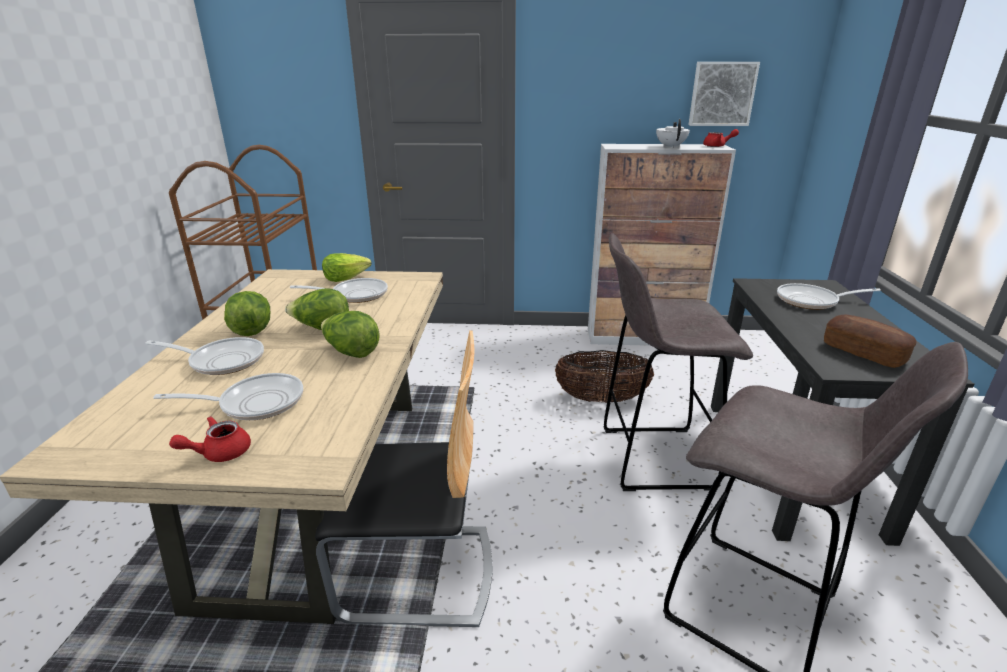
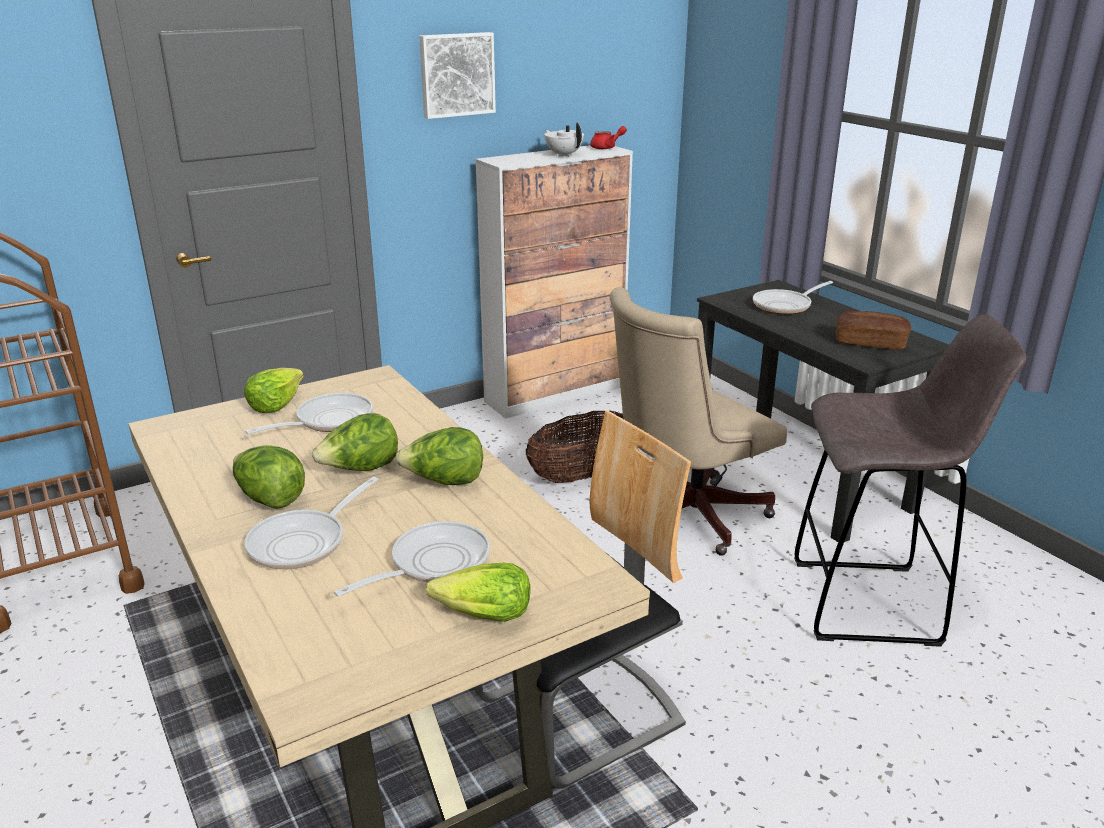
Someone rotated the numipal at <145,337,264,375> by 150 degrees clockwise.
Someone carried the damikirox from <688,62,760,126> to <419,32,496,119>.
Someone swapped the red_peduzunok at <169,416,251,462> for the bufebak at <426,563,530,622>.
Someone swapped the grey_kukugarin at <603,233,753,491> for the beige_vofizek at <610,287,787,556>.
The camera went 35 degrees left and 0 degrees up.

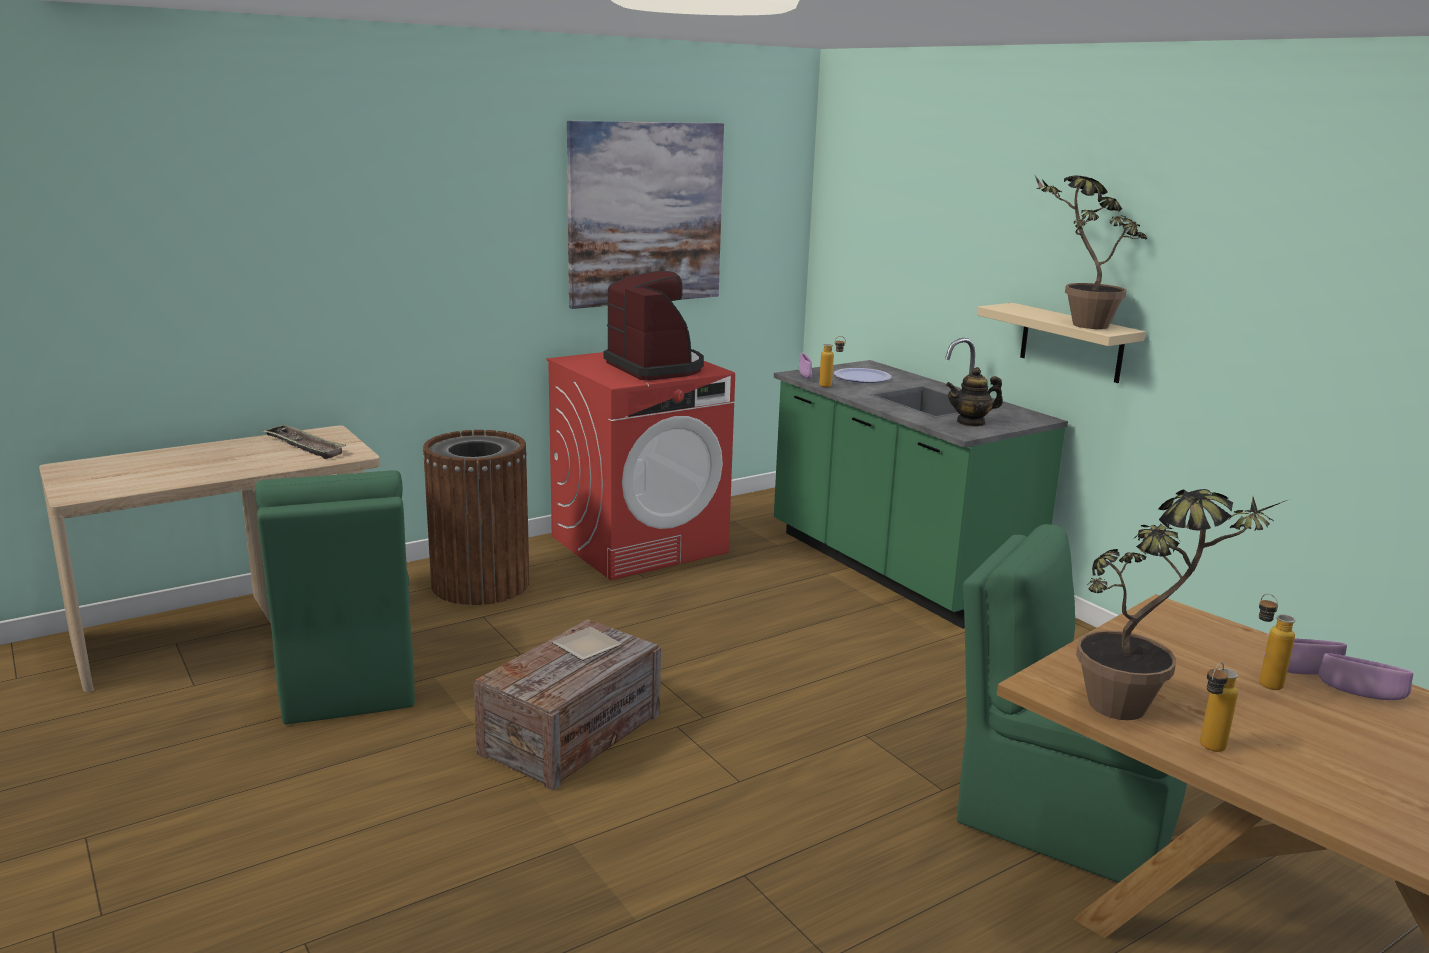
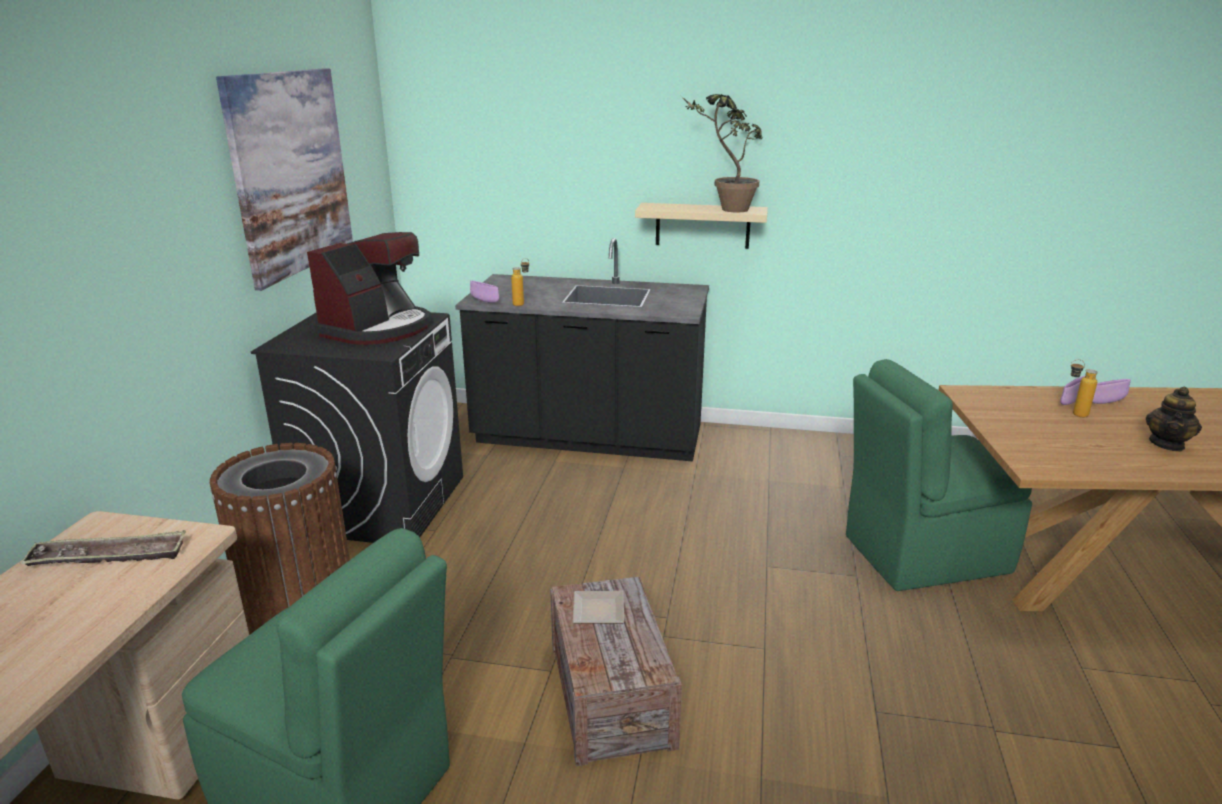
Someone repainted the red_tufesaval at <546,352,735,580>, which became the black_tufesaval at <251,312,463,543>.
Someone rotated the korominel at <604,271,704,381> by 105 degrees clockwise.
Someone repainted the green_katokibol at <774,338,1068,629>, which became the black_katokibol at <455,238,709,461>.
Someone carried the peduzunok from <946,367,1003,427> to <1146,387,1202,451>.
Someone took away the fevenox at <834,368,892,383>.
Someone took away the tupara at <1076,489,1287,720>.
Someone took away the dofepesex at <1200,662,1238,752>.
The camera went 45 degrees left and 5 degrees up.

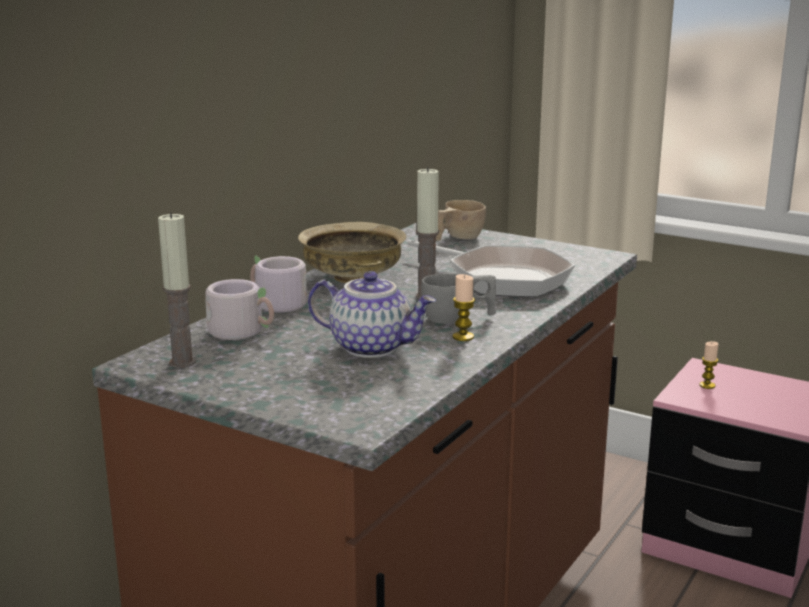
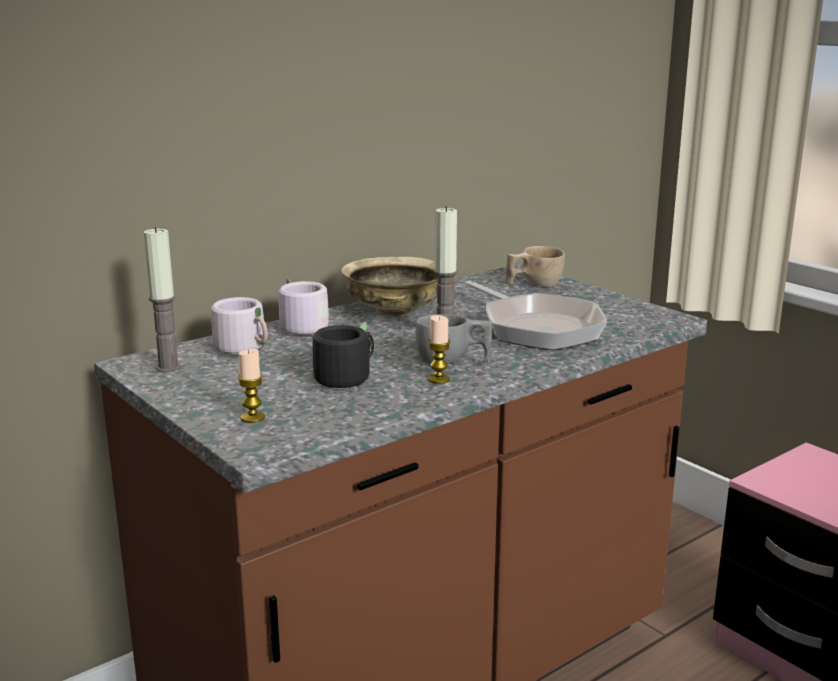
Someone carried the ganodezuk from <699,341,719,389> to <238,349,265,423>.
Someone swapped the peduzunok at <308,271,436,358> for the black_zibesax at <296,322,374,388>.
The camera went 20 degrees right and 0 degrees up.

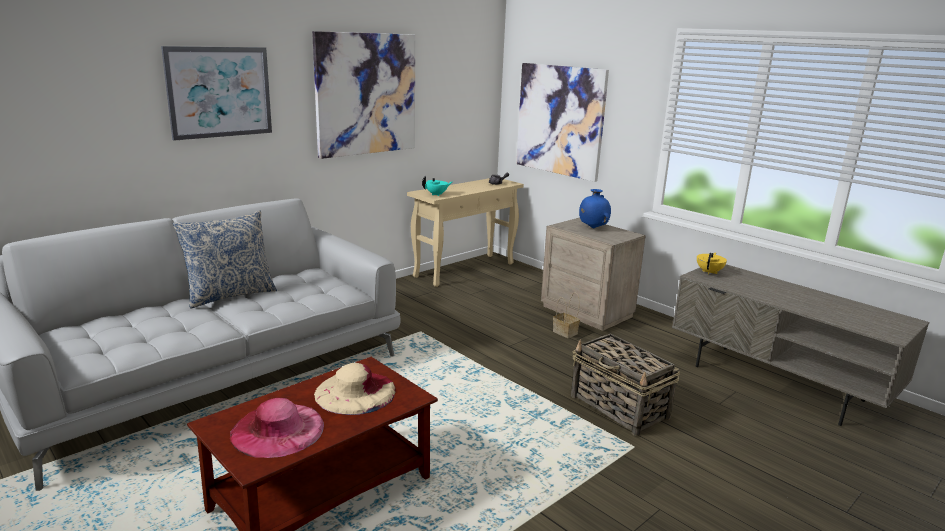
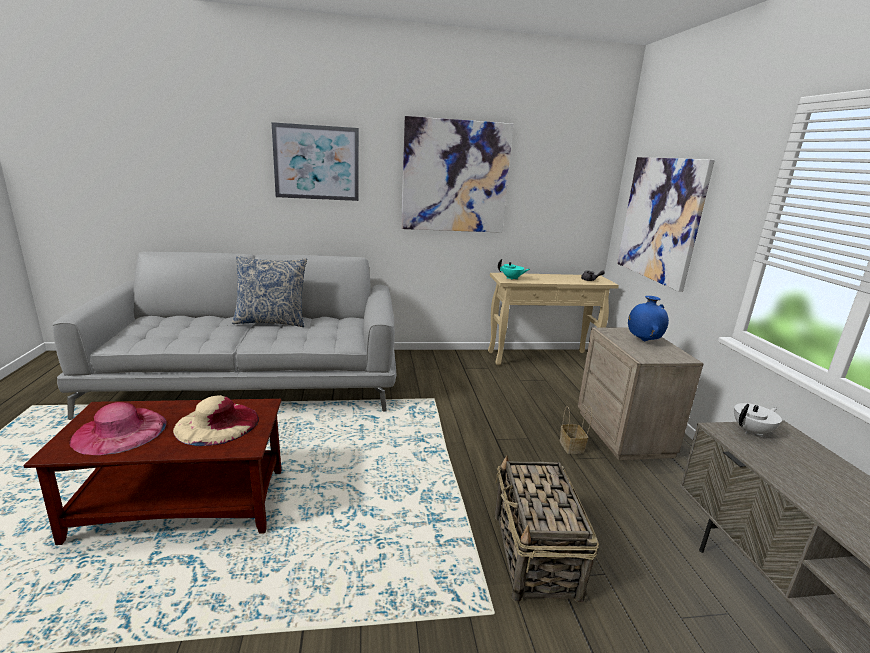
Someone repainted the yellow_peduzunok at <697,252,727,274>, which became the white_peduzunok at <734,403,782,437>.
The camera went 35 degrees right and 0 degrees up.

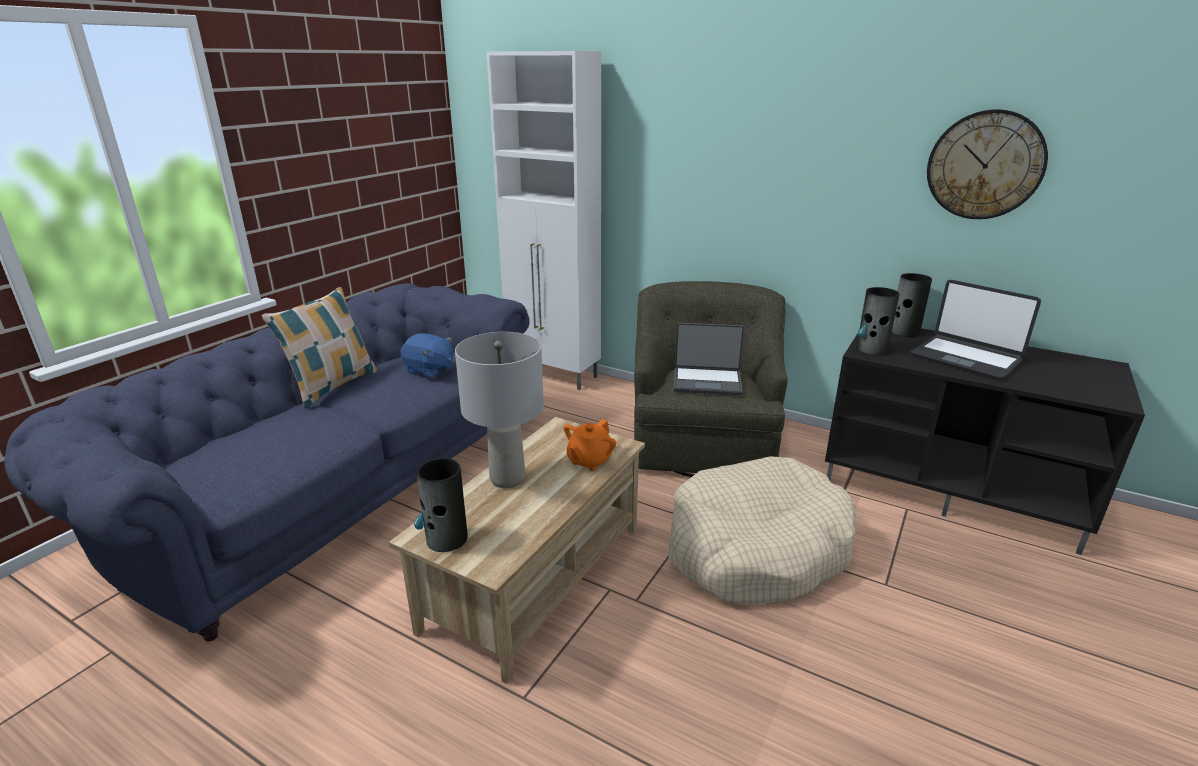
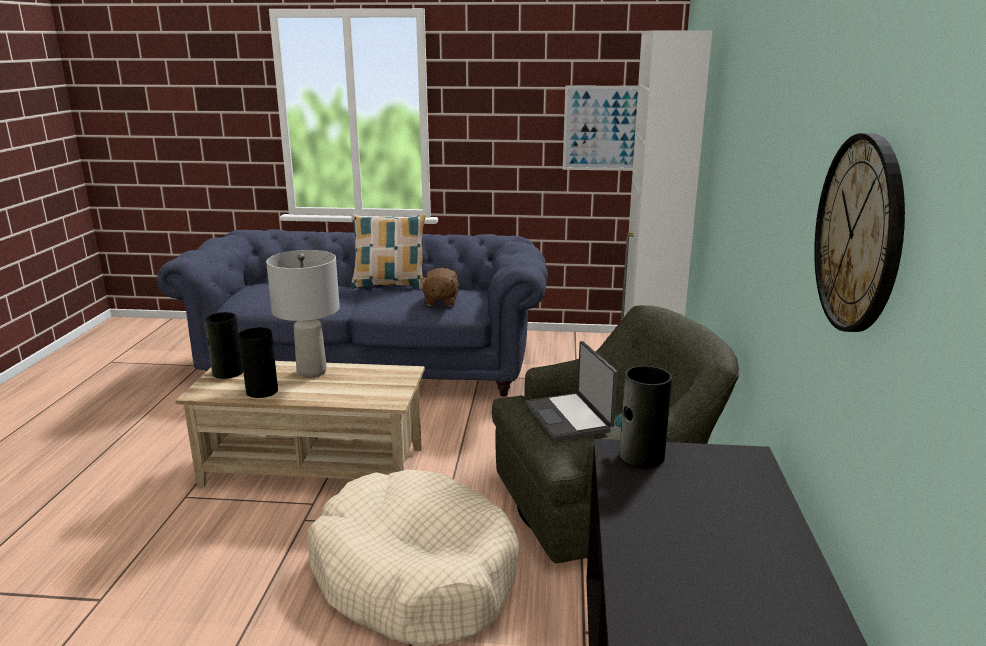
Someone carried the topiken from <892,273,932,337> to <239,327,278,398>.
Someone repainted the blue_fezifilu at <401,333,453,379>, which became the brown_fezifilu at <420,268,459,306>.
Someone put up the damikirox at <563,85,638,171>.
Someone took away the orange_peduzunok at <564,419,616,471>.
Someone took away the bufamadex at <911,280,1041,380>.
The camera went 65 degrees right and 5 degrees down.

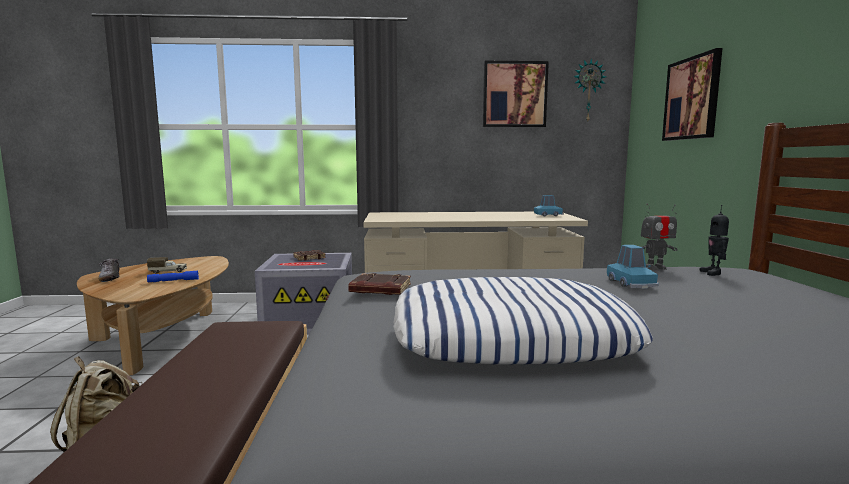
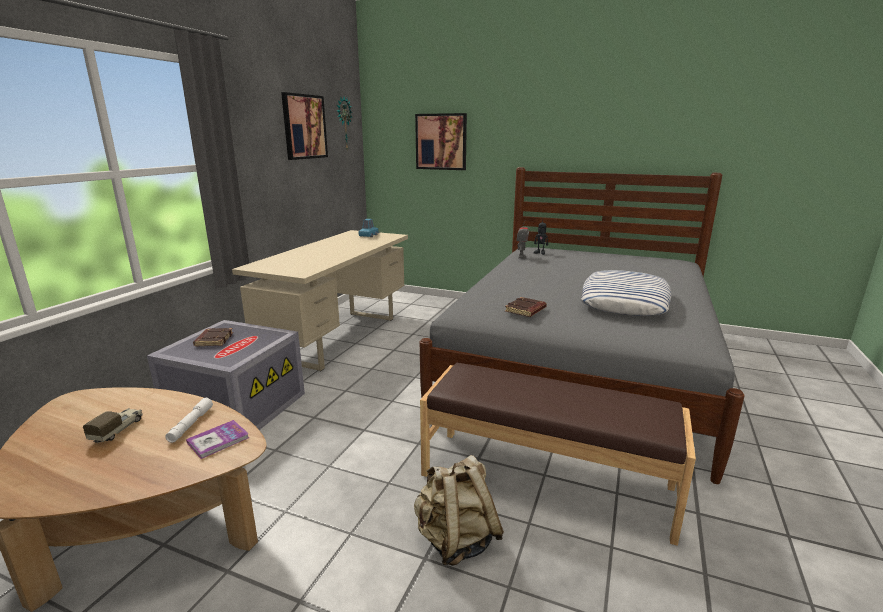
Someone repainted the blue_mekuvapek at <147,271,199,282>, which became the white_mekuvapek at <165,398,213,443>.
Someone put down the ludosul at <186,420,249,459>.
Someone took away the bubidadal at <98,258,120,282>.
Someone took away the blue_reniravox at <607,245,659,289>.
The camera went 65 degrees left and 10 degrees up.

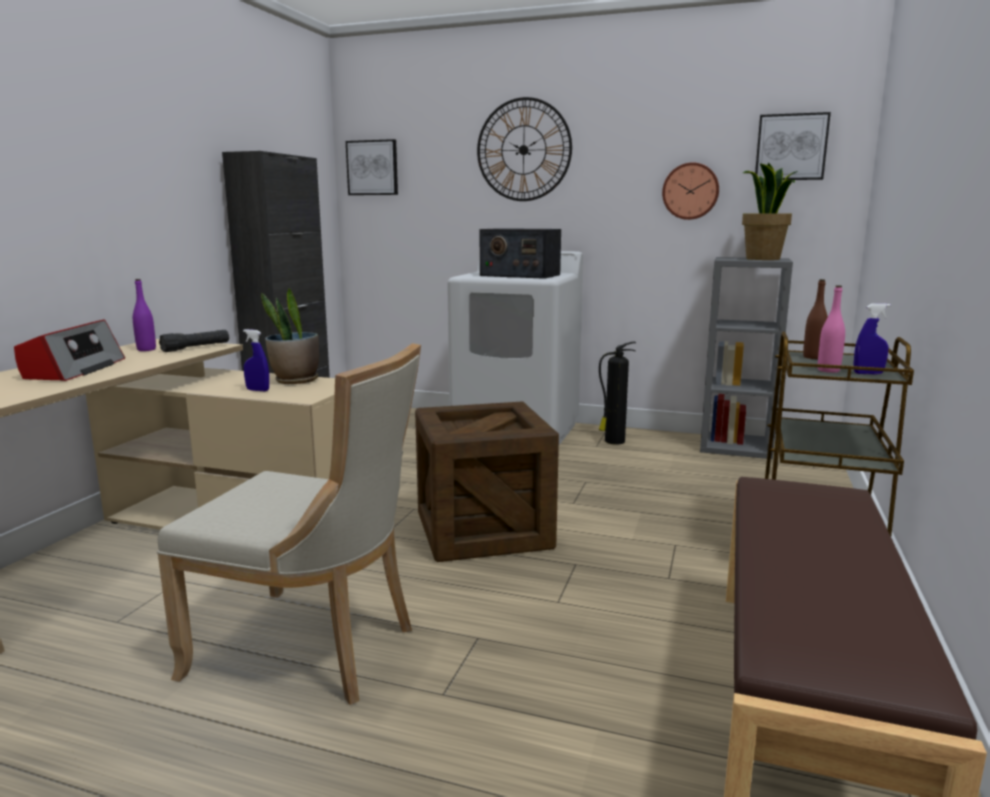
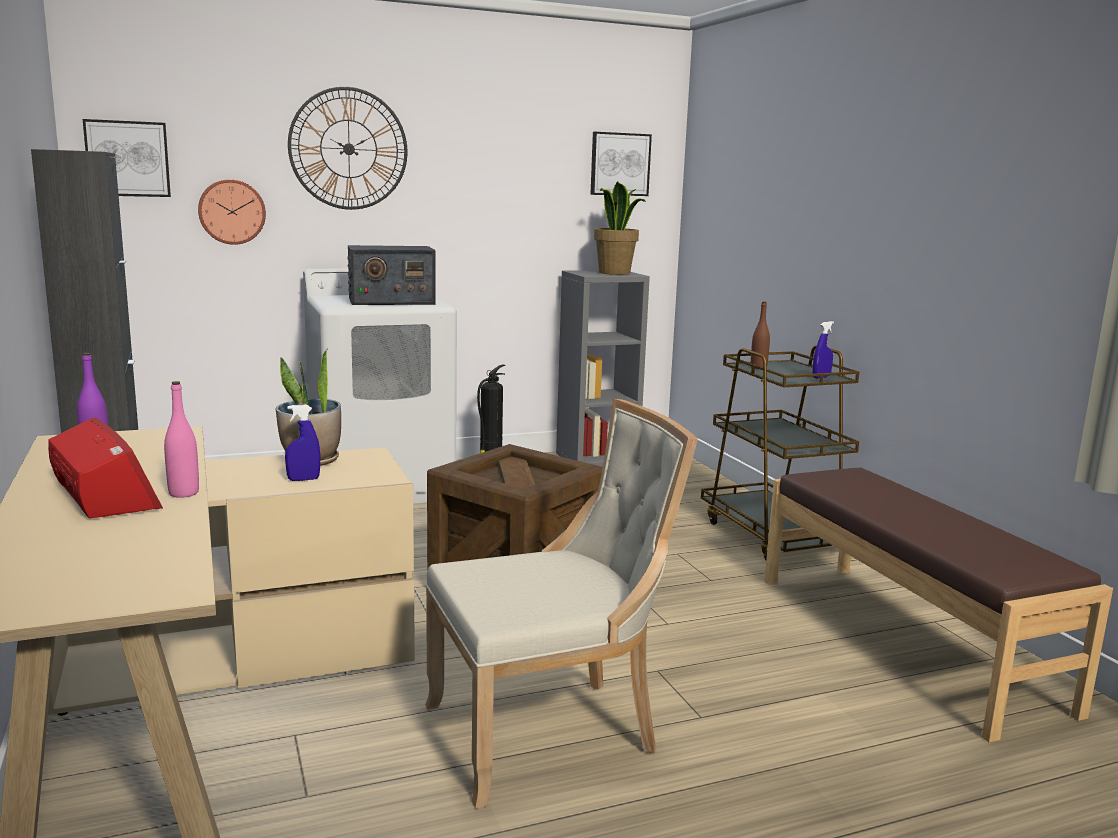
Someone carried the pink_dofepesex from <818,285,845,373> to <164,381,199,498>.
Someone carried the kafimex from <662,162,719,220> to <198,179,266,245>.
Someone took away the black_mekuvapek at <159,330,229,352>.
The camera went 40 degrees left and 0 degrees up.

